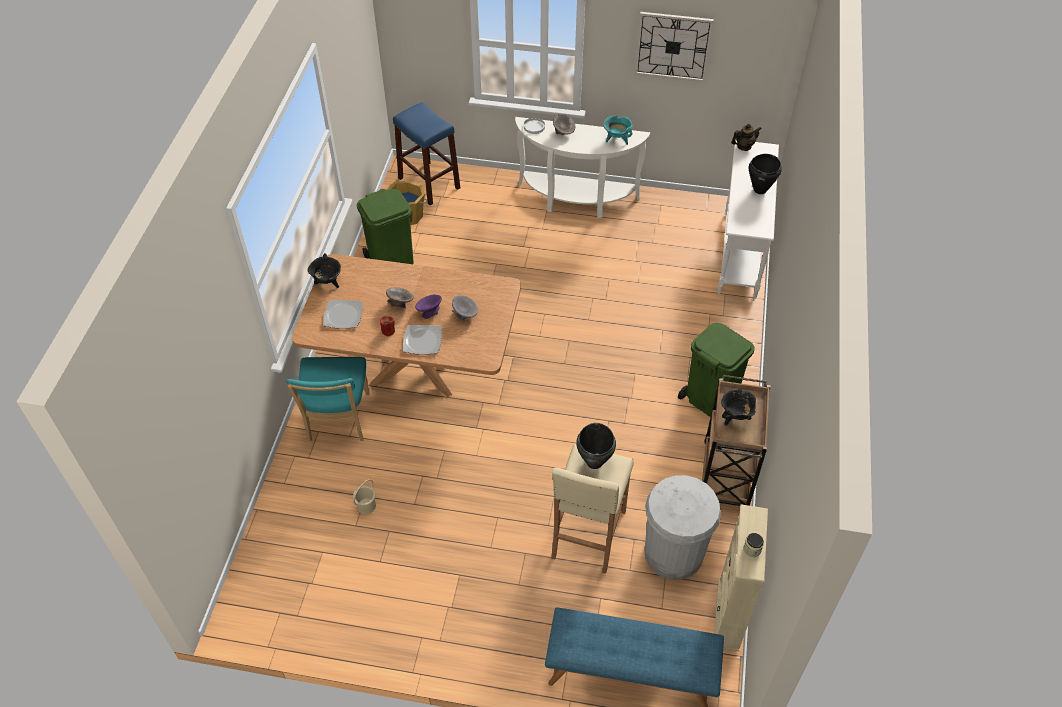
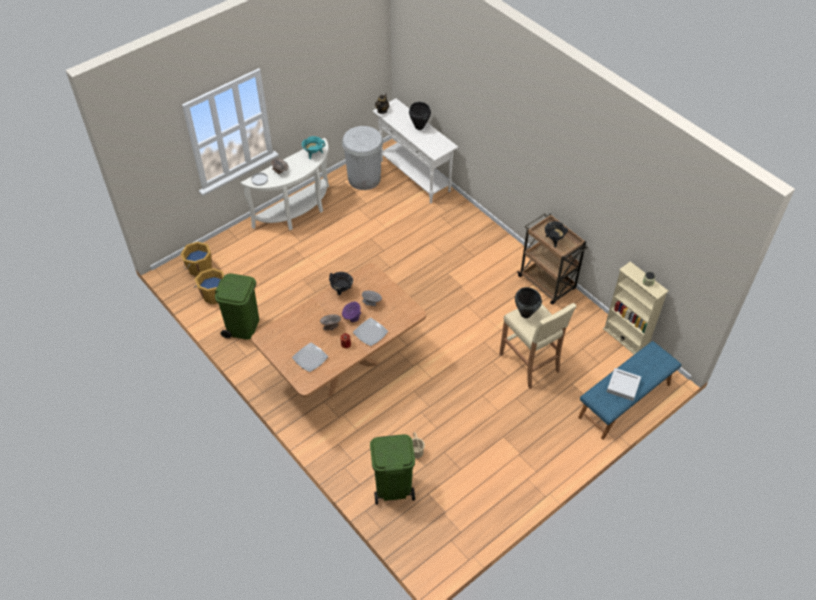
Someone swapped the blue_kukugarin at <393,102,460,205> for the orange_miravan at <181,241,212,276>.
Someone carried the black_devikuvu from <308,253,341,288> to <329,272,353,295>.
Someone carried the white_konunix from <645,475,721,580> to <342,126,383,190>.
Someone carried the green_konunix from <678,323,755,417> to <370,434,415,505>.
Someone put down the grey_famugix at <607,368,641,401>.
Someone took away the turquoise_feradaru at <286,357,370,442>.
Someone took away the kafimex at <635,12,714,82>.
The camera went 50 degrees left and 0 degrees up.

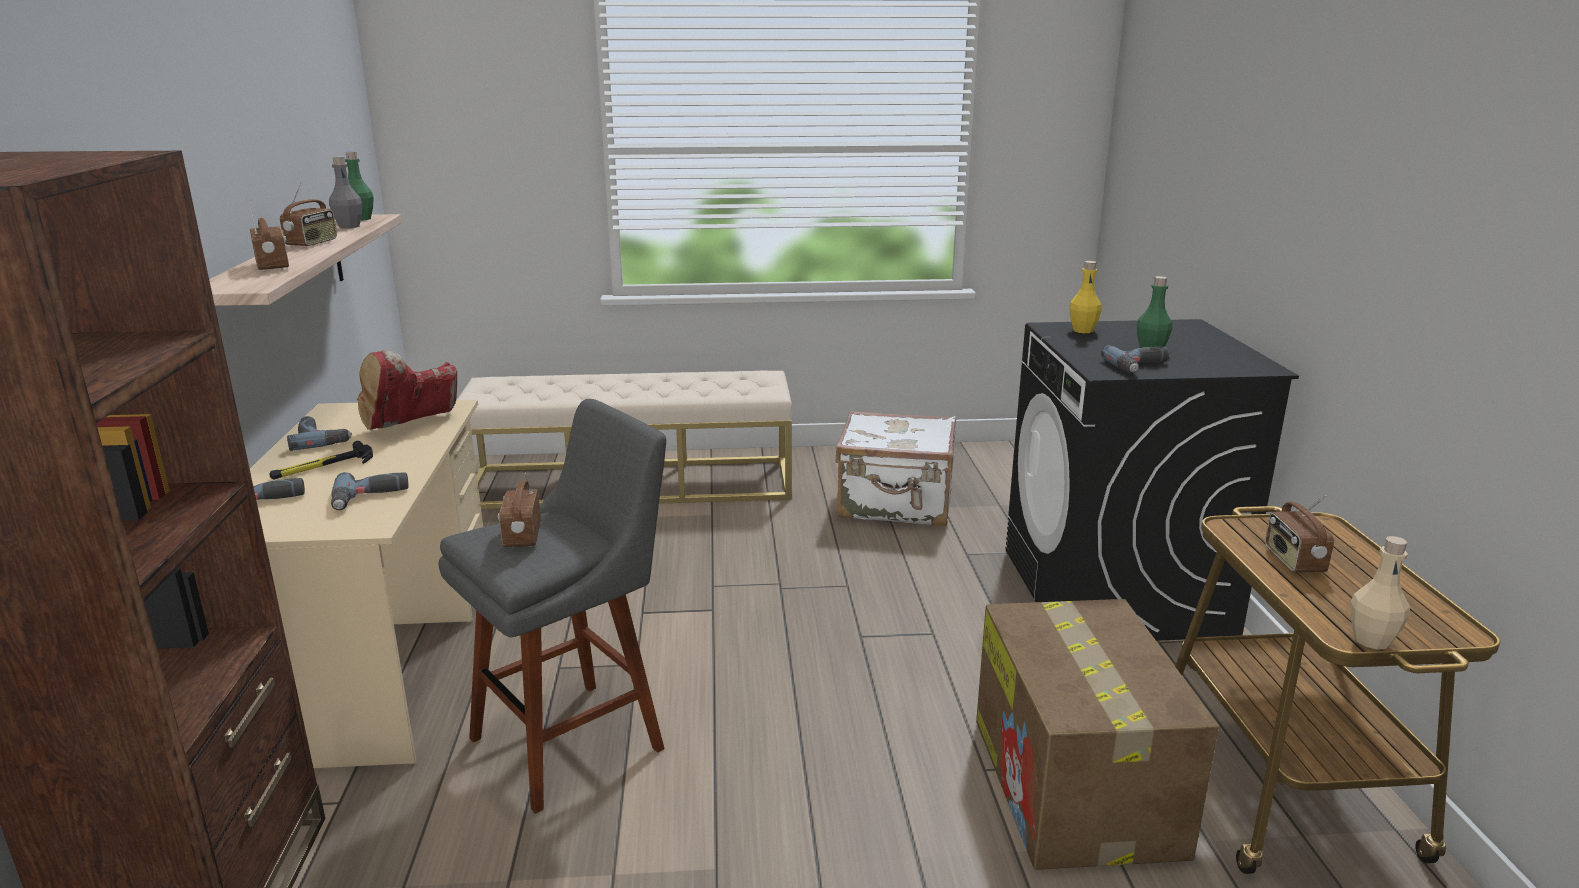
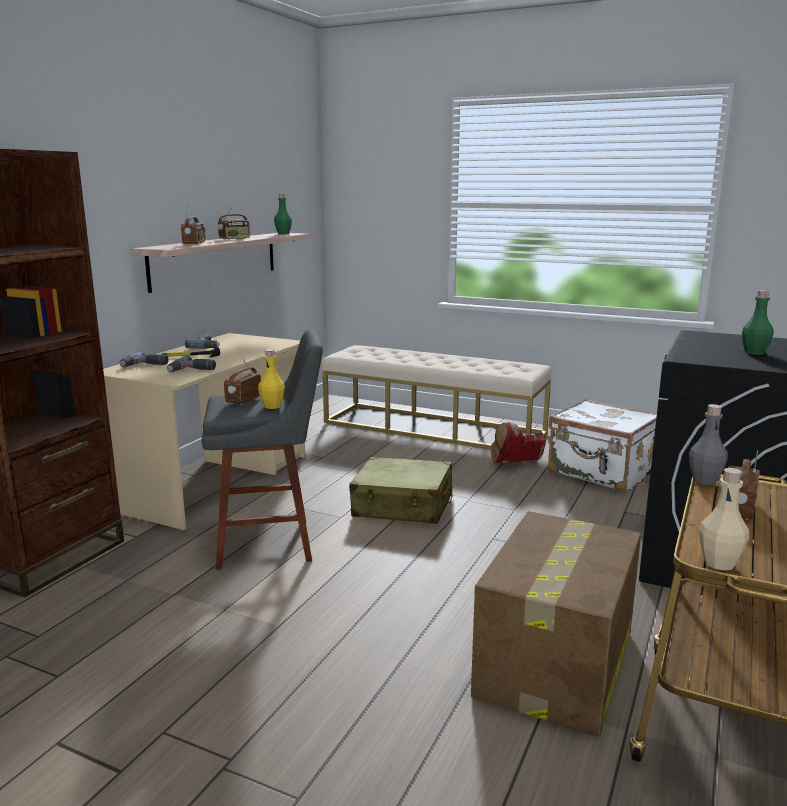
Someone carried the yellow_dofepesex from <1069,261,1102,333> to <258,349,285,409>.
Someone put down the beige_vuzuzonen at <349,457,453,524>.
Someone carried the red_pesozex from <357,351,457,430> to <491,422,546,463>.
Someone carried the grey_dofepesex from <329,156,362,229> to <689,404,728,485>.
Someone took away the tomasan at <1101,345,1169,373>.
The camera went 30 degrees right and 5 degrees down.

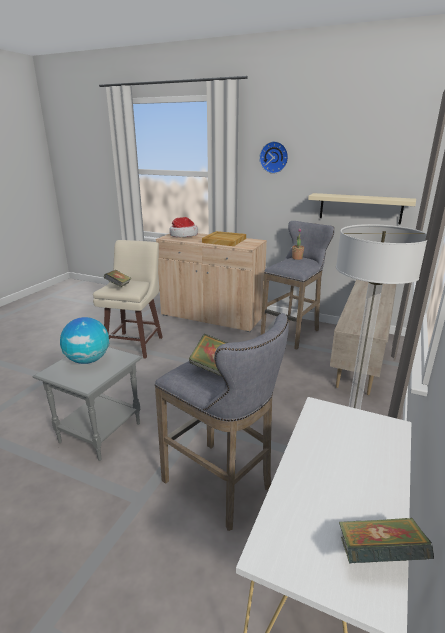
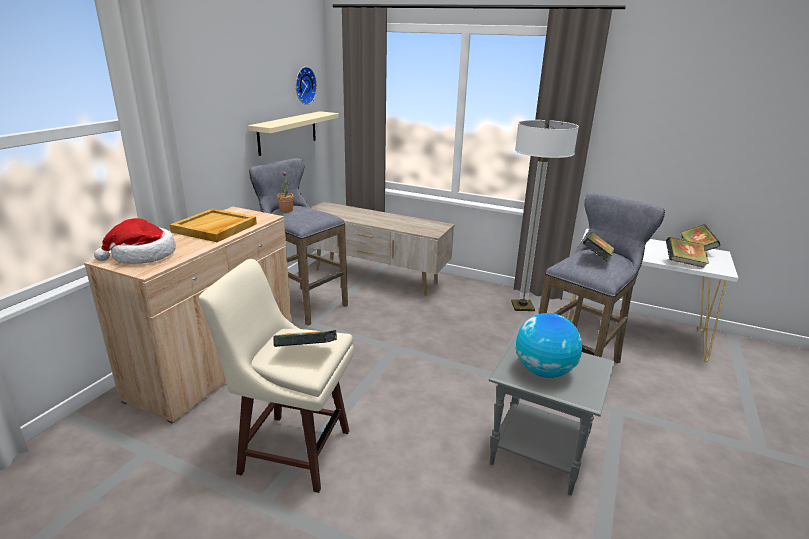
Someone carried the kafimex from <259,141,288,174> to <296,67,317,105>.
Someone put down the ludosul at <666,237,709,268>.
The camera went 90 degrees left and 0 degrees up.

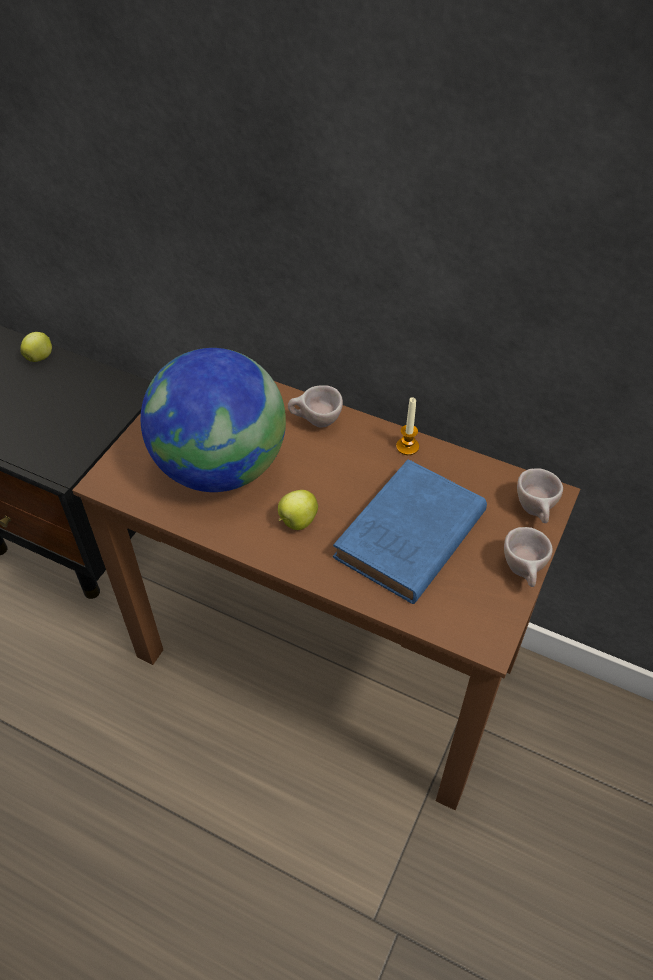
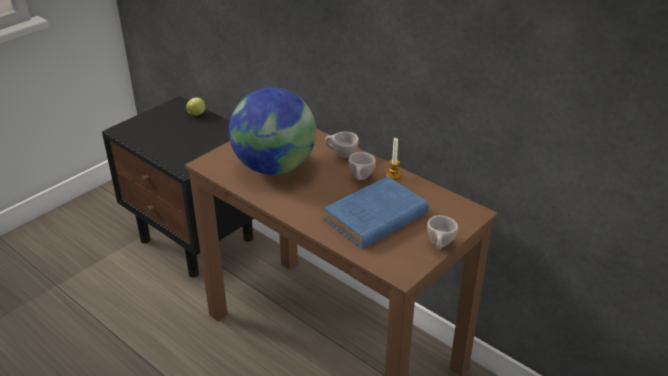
Someone carried the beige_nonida from <517,468,563,523> to <348,152,376,180>.
Someone took away the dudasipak at <278,490,318,530>.
The camera went 15 degrees right and 15 degrees down.

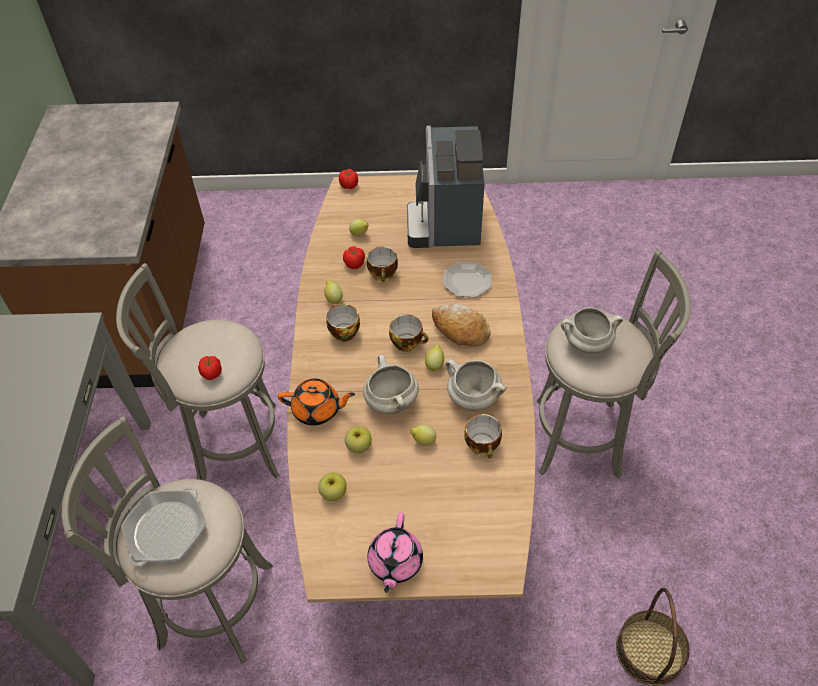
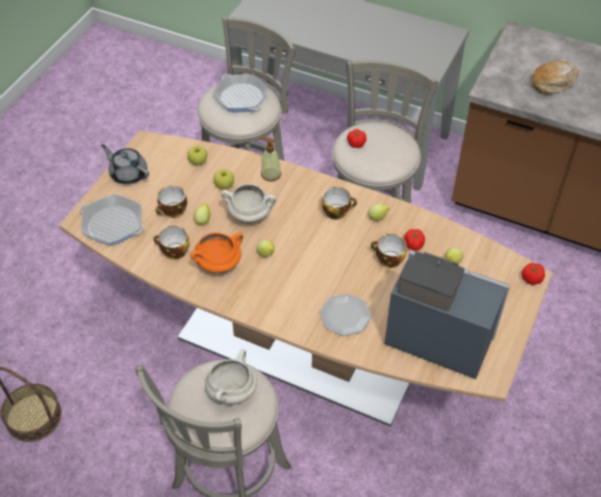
Someone put down the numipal at <80,194,144,246>.
Someone repainted the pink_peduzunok at <368,512,423,593>, which became the grey_peduzunok at <101,144,149,184>.
Someone carried the nonida from <389,314,429,352> to <155,185,187,218>.
Someone repainted the white_devikuvu at <445,359,506,411>, which became the orange_devikuvu at <190,232,243,274>.
Someone swapped the orange_peduzunok at <278,379,355,425> for the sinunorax at <260,137,281,182>.
Someone carried the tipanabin from <432,304,491,346> to <532,61,579,95>.
The camera went 115 degrees right and 0 degrees up.

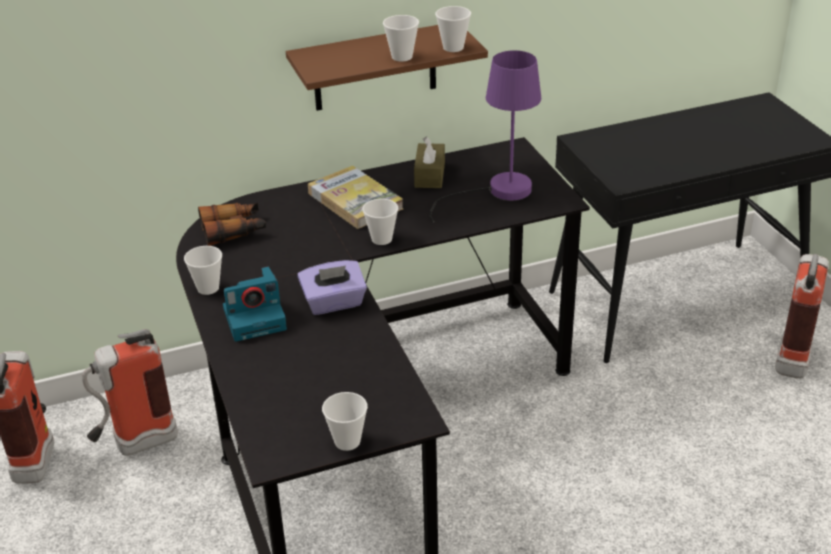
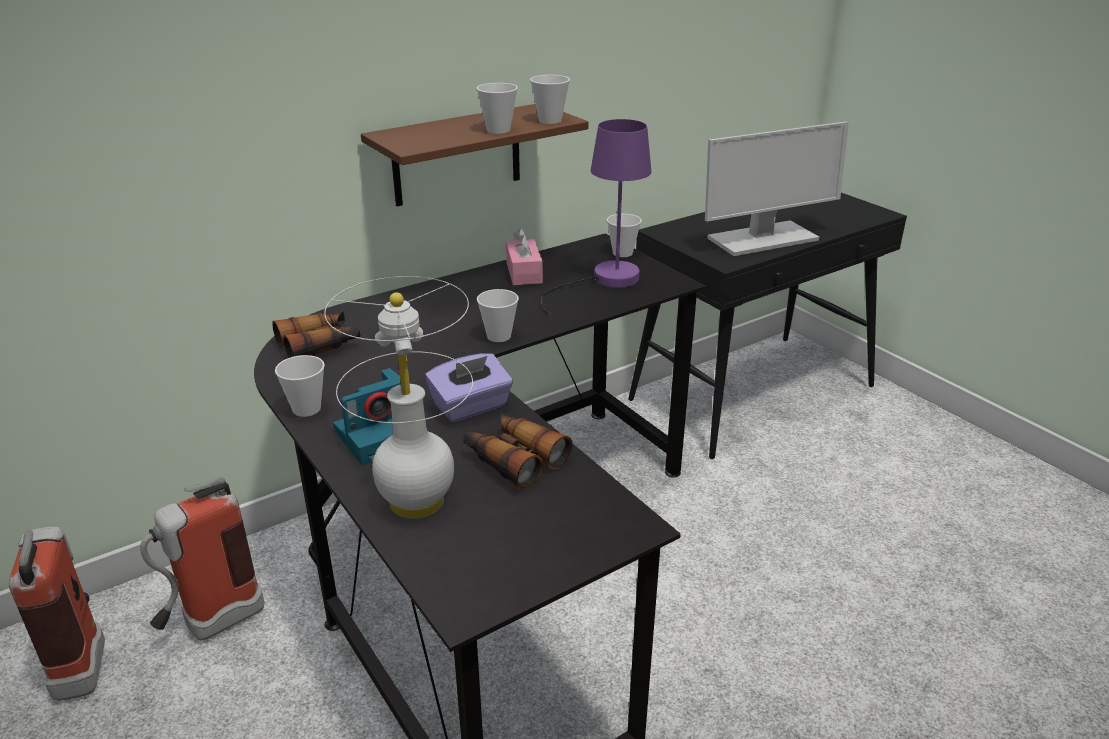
Someone put down the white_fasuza at <324,276,473,519>.
Someone put down the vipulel at <463,413,573,490>.
Someone repainted the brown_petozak at <414,136,445,188>, which became the pink_petozak at <506,228,543,285>.
Someone carried the nonida from <322,392,368,451> to <607,214,642,257>.
Someone put down the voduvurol at <705,121,849,256>.
Someone took away the ludosul at <308,165,403,229>.
Someone took away the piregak at <775,254,829,379>.
The camera went 15 degrees left and 5 degrees down.

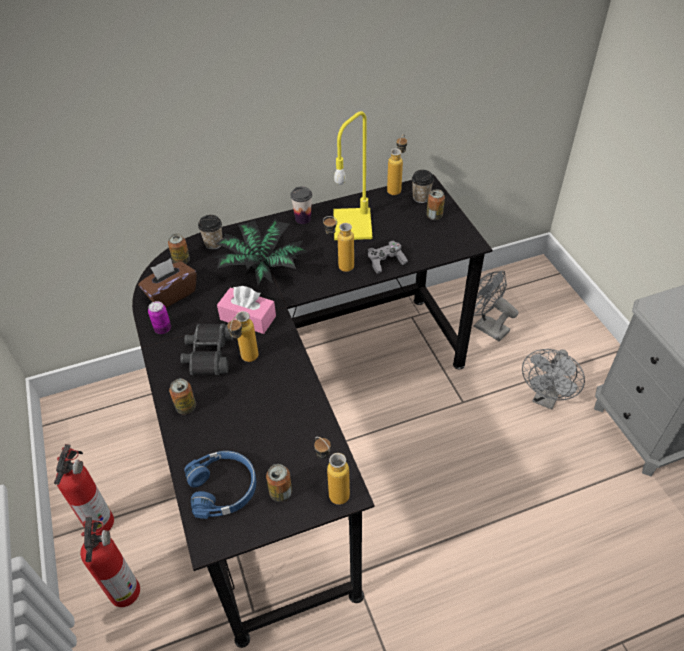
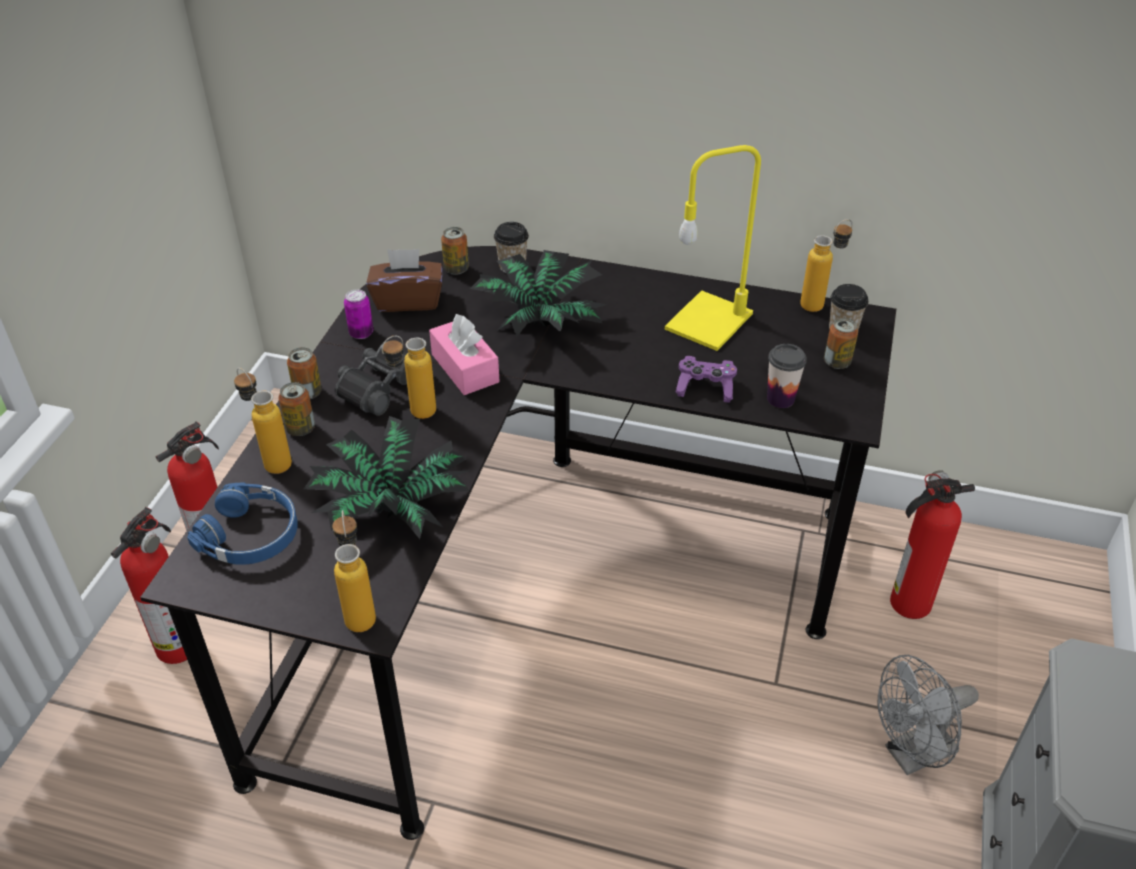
Someone carried the dofepesex from <323,216,354,272> to <234,368,292,474>.
Someone carried the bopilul from <266,464,292,502> to <287,347,322,399>.
Someone put down the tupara at <304,416,470,539>.
Someone repainted the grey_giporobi at <367,241,408,274>, which became the purple_giporobi at <675,356,737,403>.
Someone carried the nonida from <290,186,312,224> to <767,344,807,408>.
Someone swapped the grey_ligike at <473,271,518,342> for the piregak at <890,470,975,619>.
The camera went 35 degrees right and 5 degrees down.

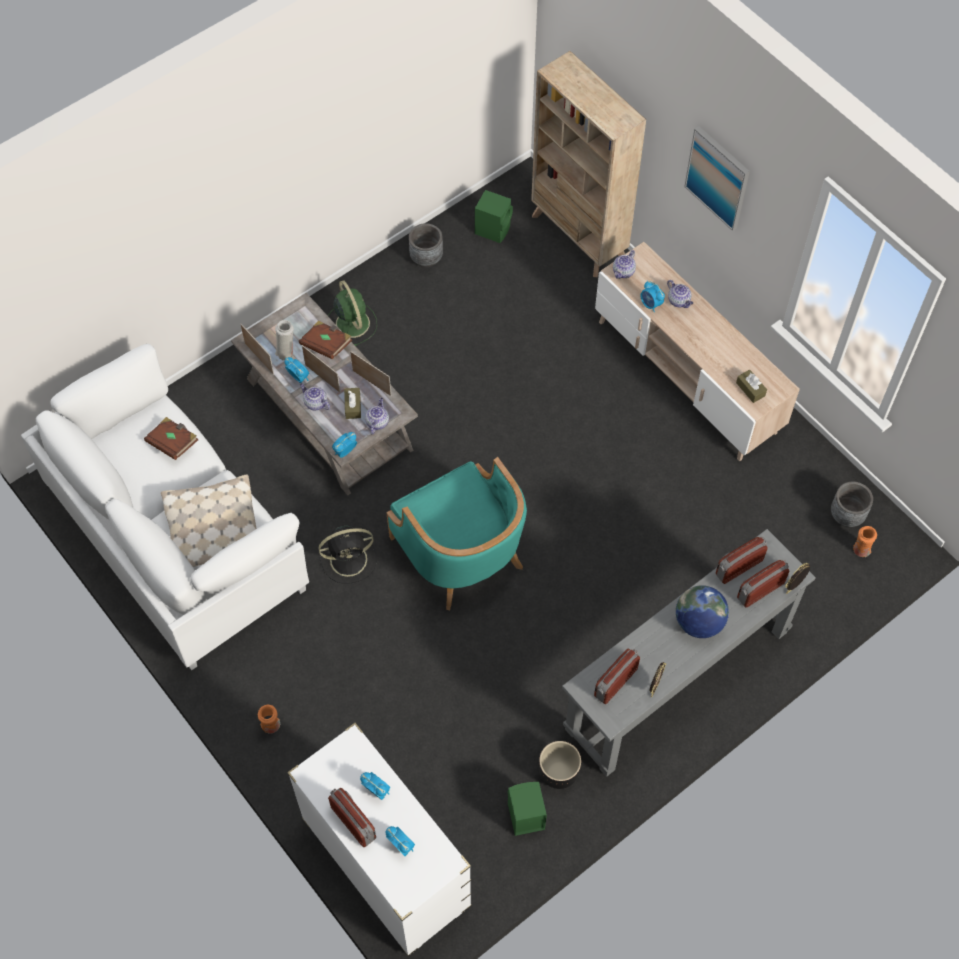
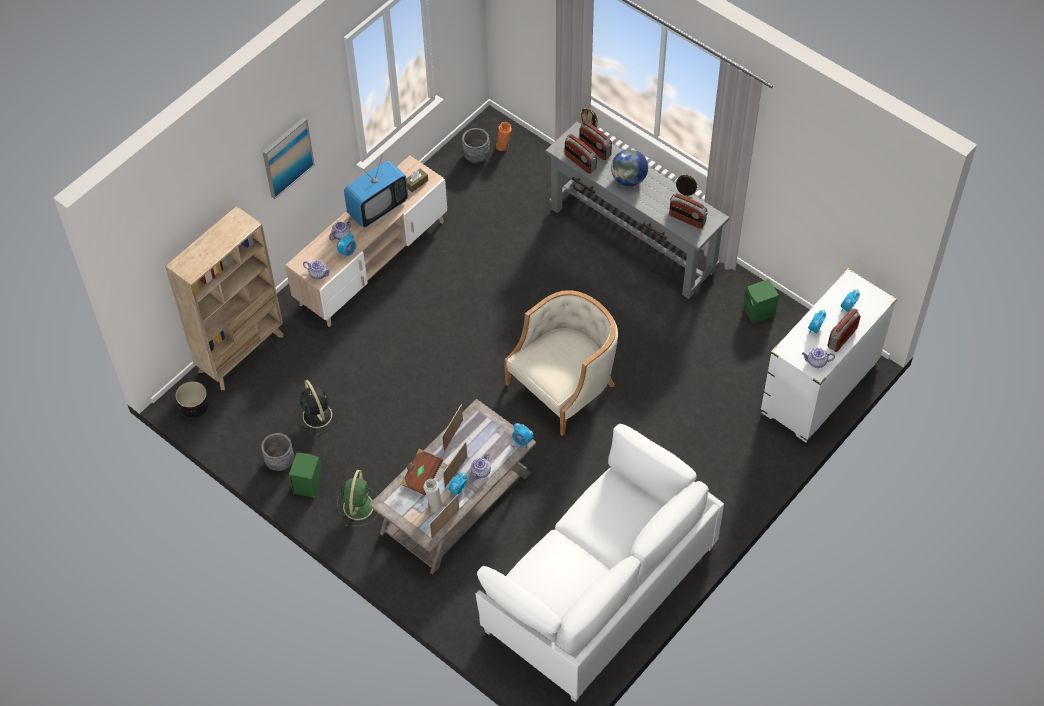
Someone carried the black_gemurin from <539,741,581,789> to <176,381,209,418>.
Someone carried the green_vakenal from <475,190,513,243> to <289,453,323,498>.
Someone carried the black_ligike from <318,526,377,584> to <294,380,339,436>.
Someone rotated the green_ligike at <328,280,377,346> by 135 degrees clockwise.
Someone put down the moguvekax at <344,157,408,228>.
Someone repainted the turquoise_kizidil at <386,457,527,610>, which became the beige_kizidil at <504,290,618,436>.
Someone carried the peduzunok from <365,397,389,434> to <802,348,835,368>.
Someone took away the brown_ludosul at <144,417,198,460>.
Someone took away the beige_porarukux at <161,475,256,567>.
Someone took away the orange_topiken at <258,705,280,734>.
Someone took away the brown_petozak at <344,388,361,419>.
The camera went 100 degrees left and 5 degrees down.

